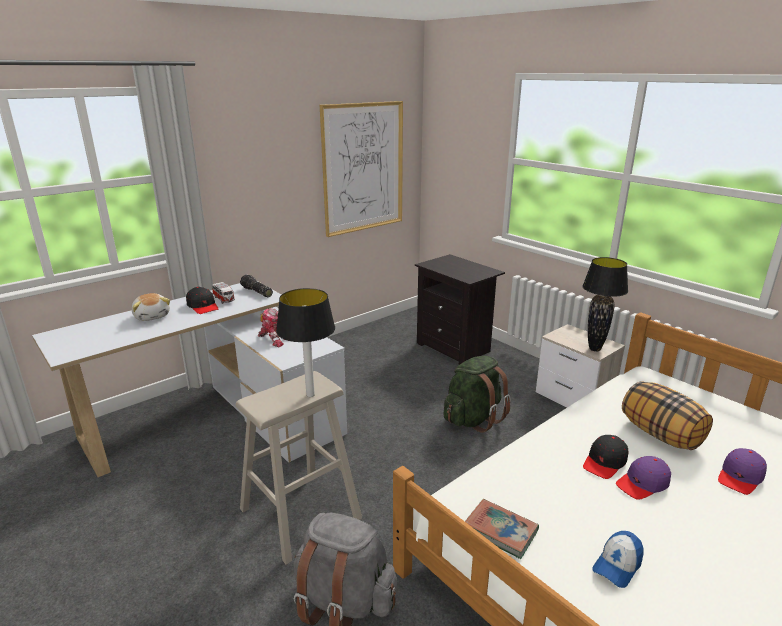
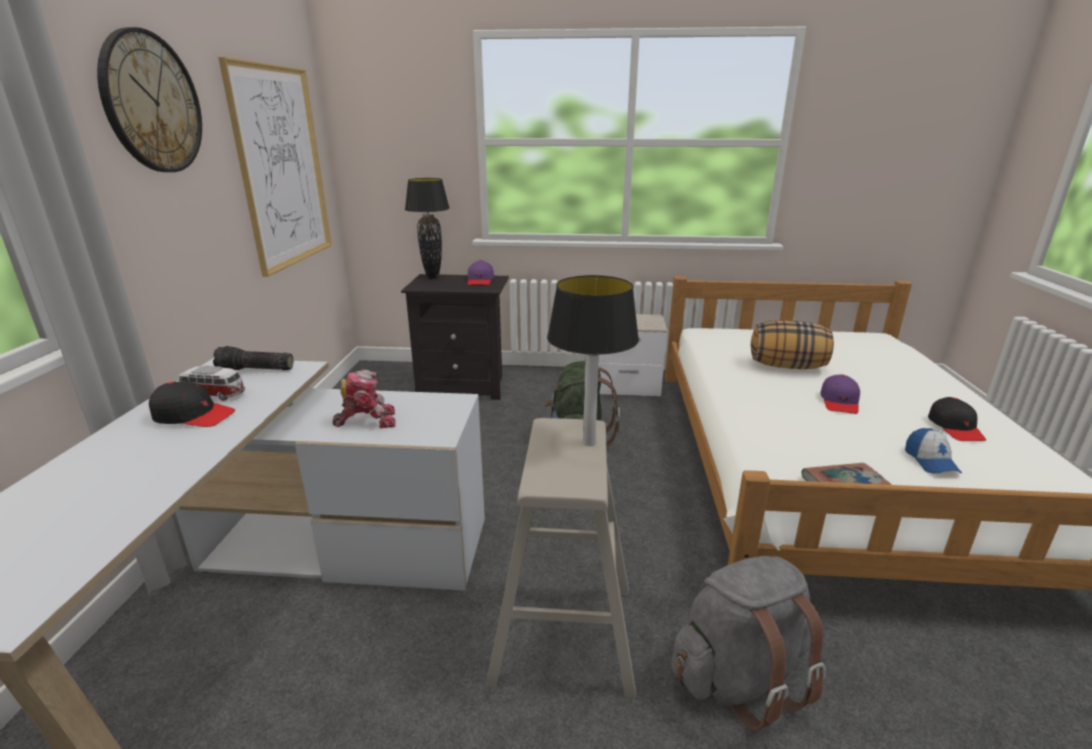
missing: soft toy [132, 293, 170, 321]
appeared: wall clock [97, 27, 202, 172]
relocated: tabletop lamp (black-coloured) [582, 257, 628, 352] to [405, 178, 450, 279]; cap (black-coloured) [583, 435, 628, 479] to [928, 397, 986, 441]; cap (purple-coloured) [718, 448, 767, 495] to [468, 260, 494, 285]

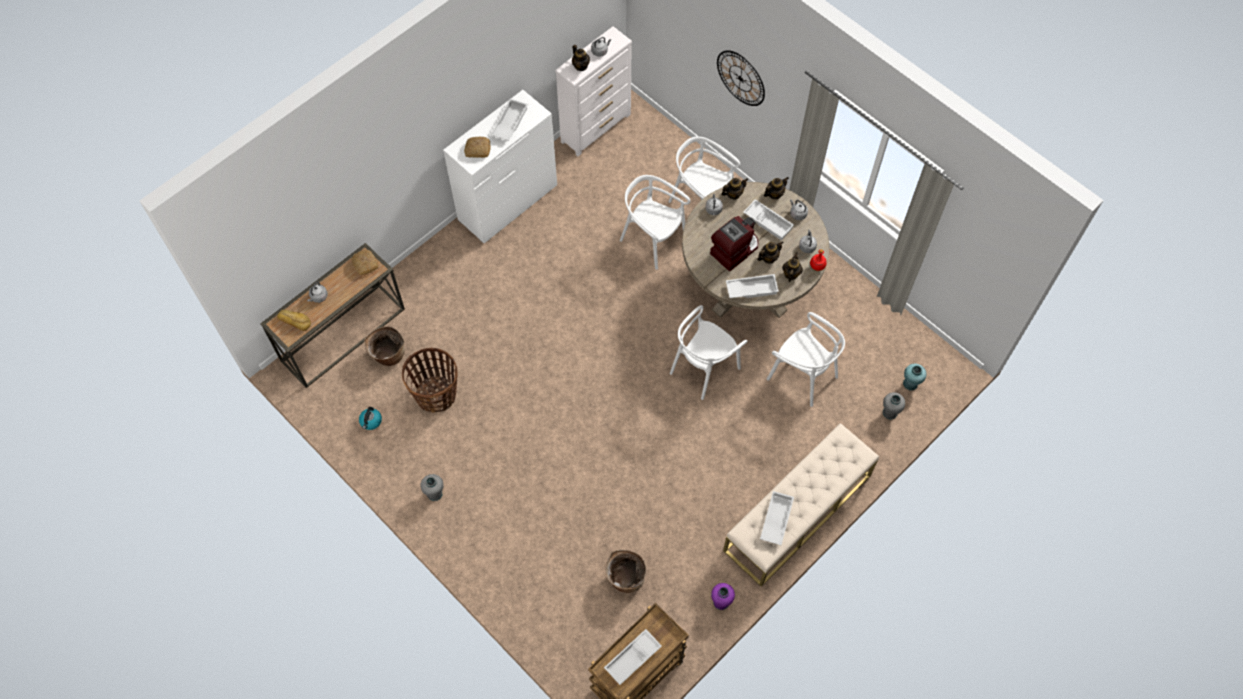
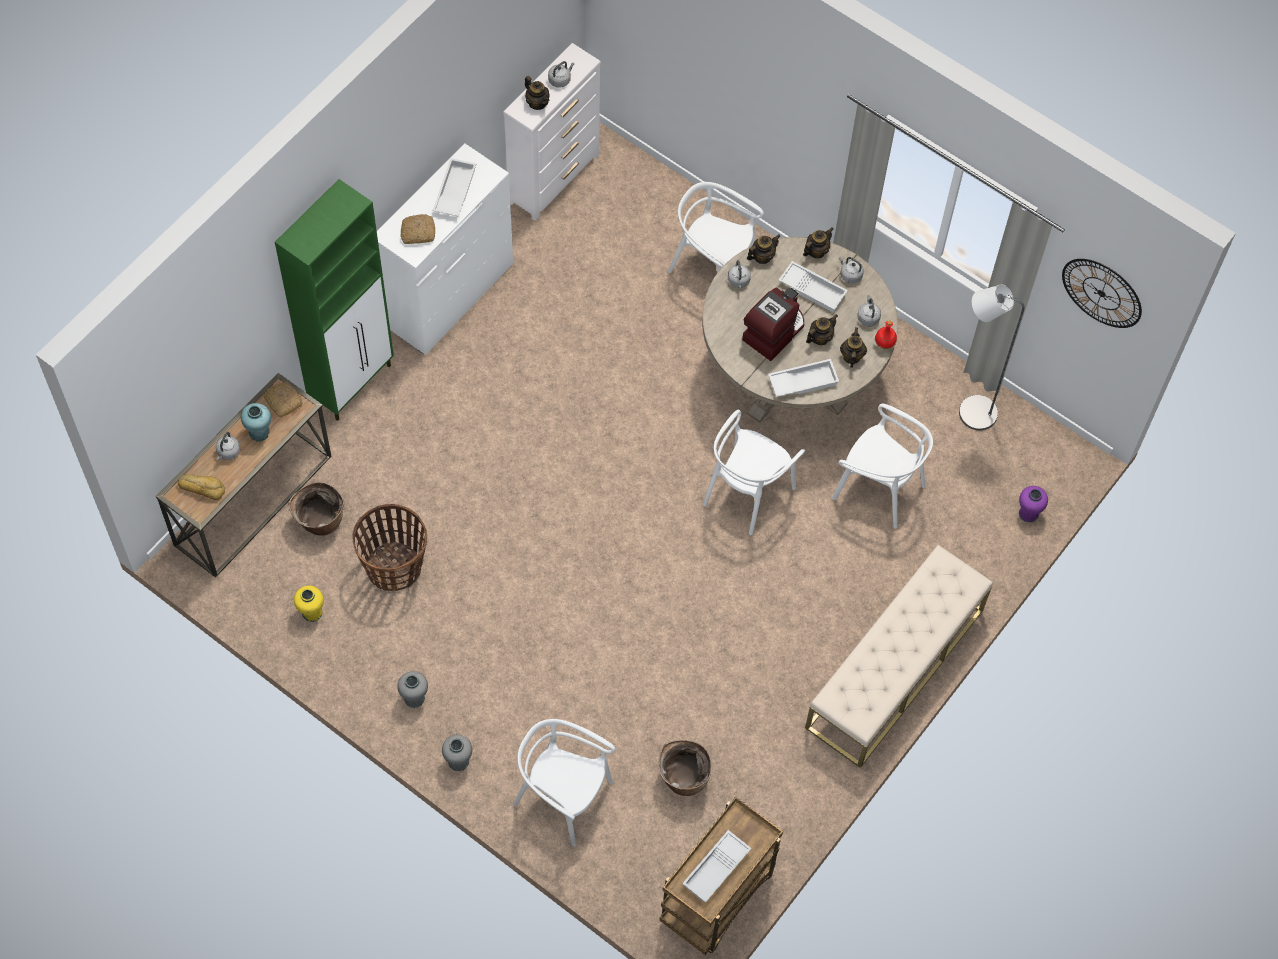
missing: tray (whitish) [760, 491, 794, 545]
appeared: cabinet (green-coloured) [275, 179, 394, 421]; standard lamp (grey) [959, 285, 1025, 430]
relocated: wall clock [717, 50, 765, 106] to [1062, 259, 1142, 328]; chair (whitish) [620, 175, 691, 270] to [513, 719, 616, 847]; decorative vase (turquoise-coloured) [903, 364, 927, 391] to [241, 403, 271, 442]; decorative vase (grey) [883, 392, 905, 420] to [442, 735, 472, 771]; decorative vase (purple-coloured) [711, 583, 735, 610] to [1019, 486, 1048, 522]
exchanged: water kettle [359, 407, 382, 430] to decorative vase (yellow) [294, 586, 324, 622]

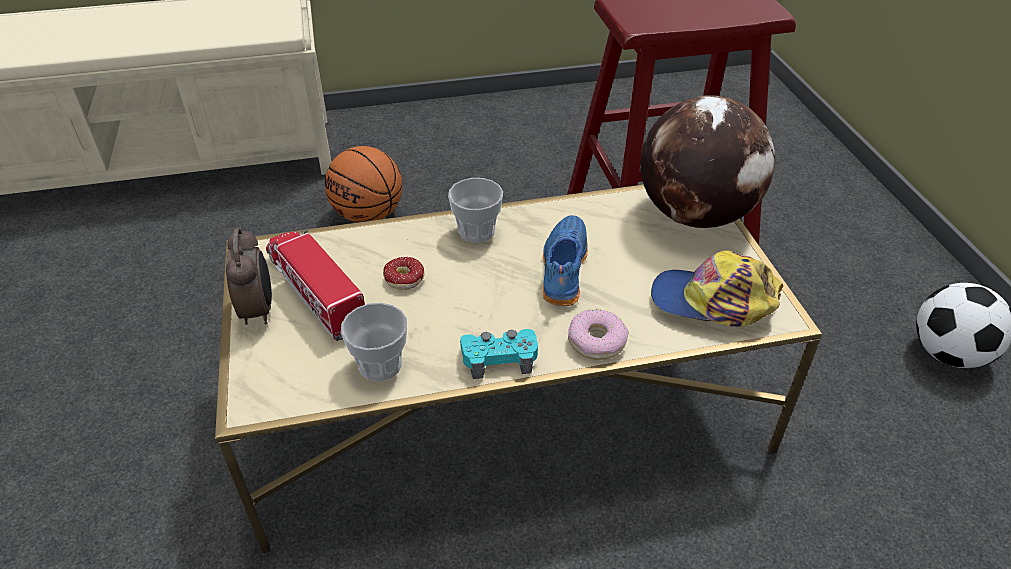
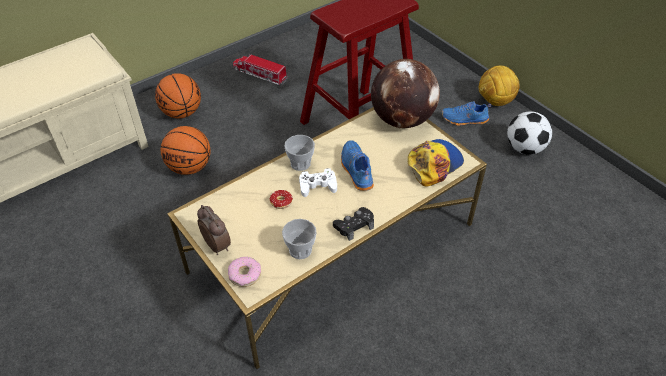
appeared: ball for football [479, 66, 520, 106]; basketball [155, 73, 201, 118]; low shoe (blue-coloured) [442, 101, 491, 126]; game controller (whitish) [299, 168, 337, 197]
relocated: toy lorry [266, 230, 365, 341] to [233, 54, 288, 85]; doughnut [568, 309, 629, 360] to [228, 257, 261, 287]
colour: game controller (turquoise-coloured) [460, 329, 538, 379] to game controller (black-coloured) [333, 207, 374, 241]
spun: cap [651, 250, 783, 327] = [408, 139, 464, 187] 150 degrees clockwise

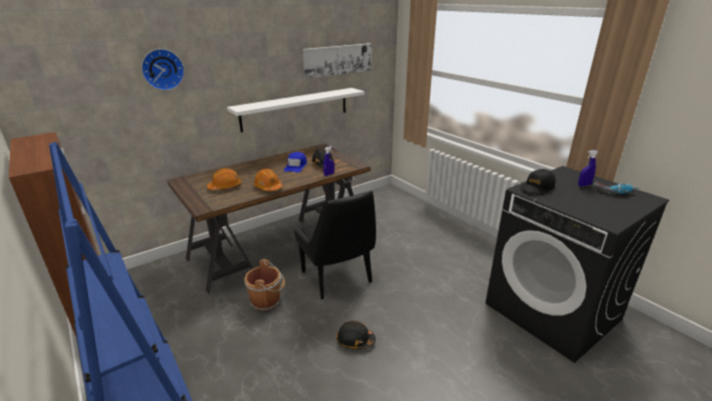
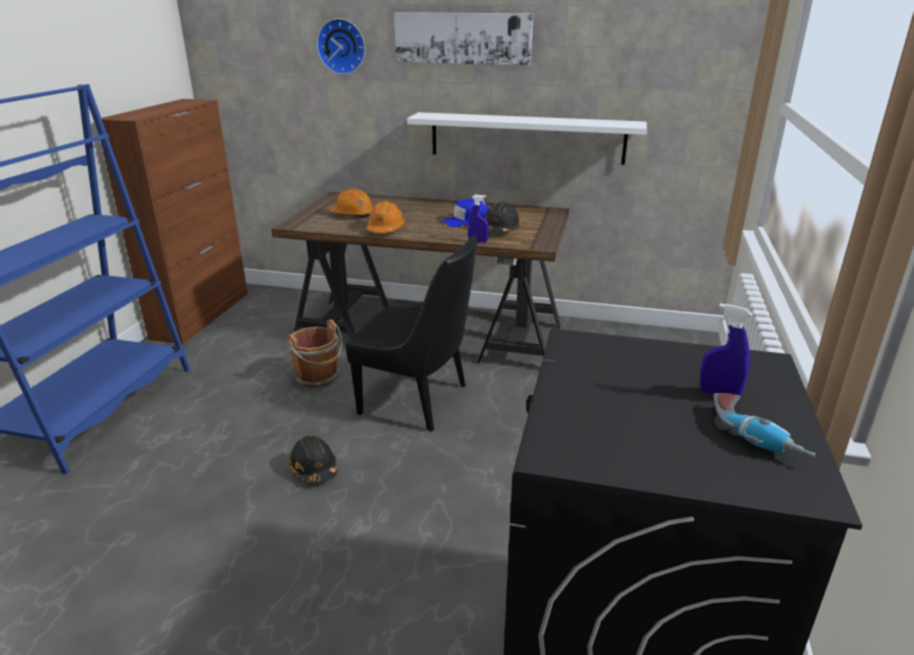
missing: cap (black-coloured) [520, 169, 556, 195]
relocated: wall art [303, 43, 372, 79] to [394, 12, 533, 66]
spun: chair (black-coloured) [294, 190, 376, 299] = [345, 236, 477, 432] 90 degrees counterclockwise

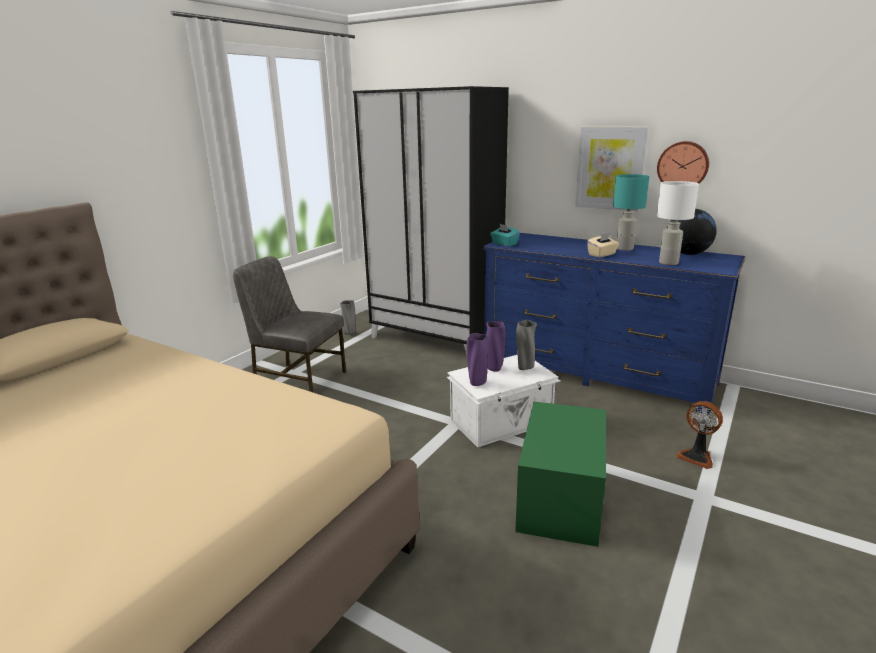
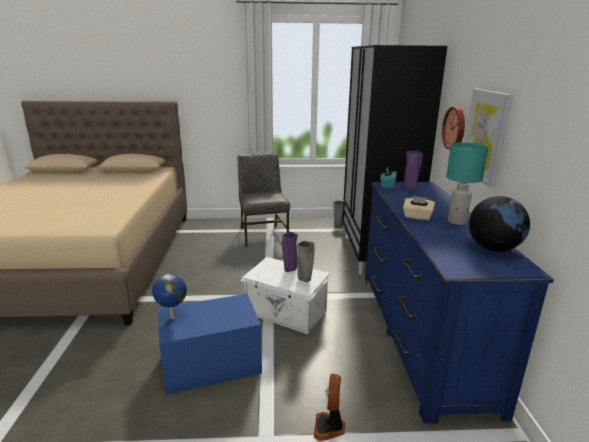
missing: tabletop lamp (whitish) [657, 181, 699, 265]
appeared: globe [152, 274, 187, 319]
relocated: wall clock [657, 141, 709, 184] to [442, 107, 465, 150]; decorative vase (purple-coloured) [467, 333, 488, 386] to [403, 151, 423, 191]
colour: storage container (green-coloured) [515, 401, 606, 547] to storage container (blue-coloured) [157, 294, 262, 395]

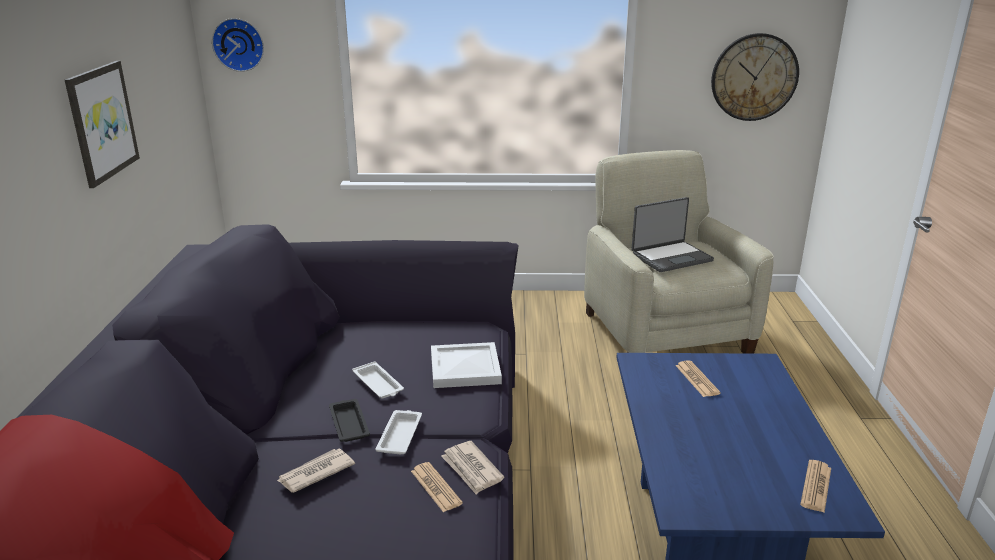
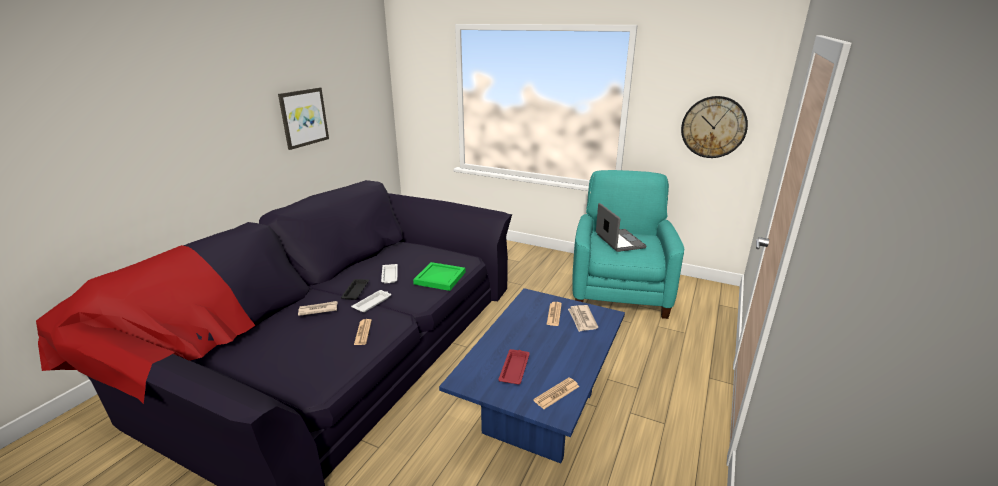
missing: wall clock [212, 18, 264, 72]
appeared: tray (red) [498, 349, 530, 384]
relocated: daily paper [441, 441, 504, 494] to [568, 305, 598, 332]
colour: easy chair (sand-coloured) [584, 150, 774, 354] to easy chair (turquoise-coloured) [572, 170, 684, 319]; tray (whitish) [431, 342, 502, 388] to tray (green-coloured) [413, 262, 466, 291]
spun: notebook computer [631, 197, 714, 272] = [596, 203, 646, 252] 105 degrees counterclockwise

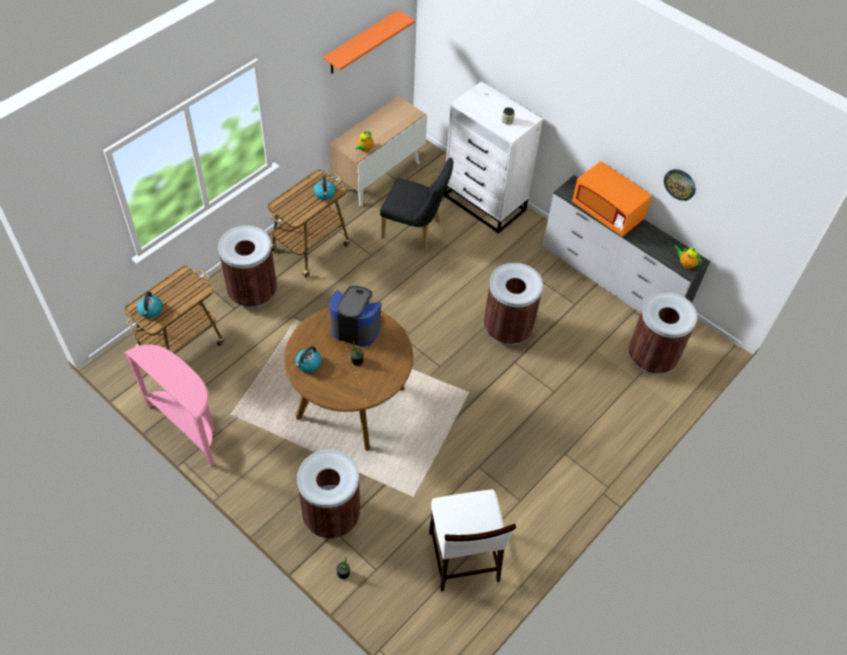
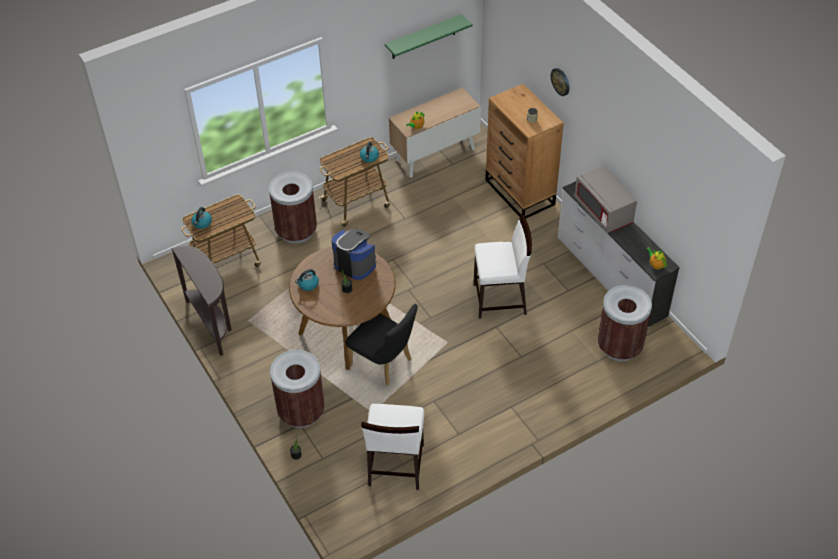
relocated: chair (black-coloured) [380, 157, 453, 249] to [346, 304, 418, 386]; wall clock [664, 169, 696, 201] to [551, 68, 569, 96]
exchanged: rubbish bin (brownish) [484, 263, 543, 346] to chair (whitish) [473, 215, 532, 319]
colour: wall shelf (orangey) [323, 10, 415, 74] to wall shelf (green-coloured) [385, 14, 473, 59]; dresser (whitish) [443, 81, 543, 234] to dresser (brownish) [485, 84, 564, 218]; kitchen microwave (orangey) [572, 161, 652, 237] to kitchen microwave (grey) [574, 166, 637, 233]; hall table (pinkish) [125, 345, 214, 467] to hall table (brownish) [171, 246, 232, 356]

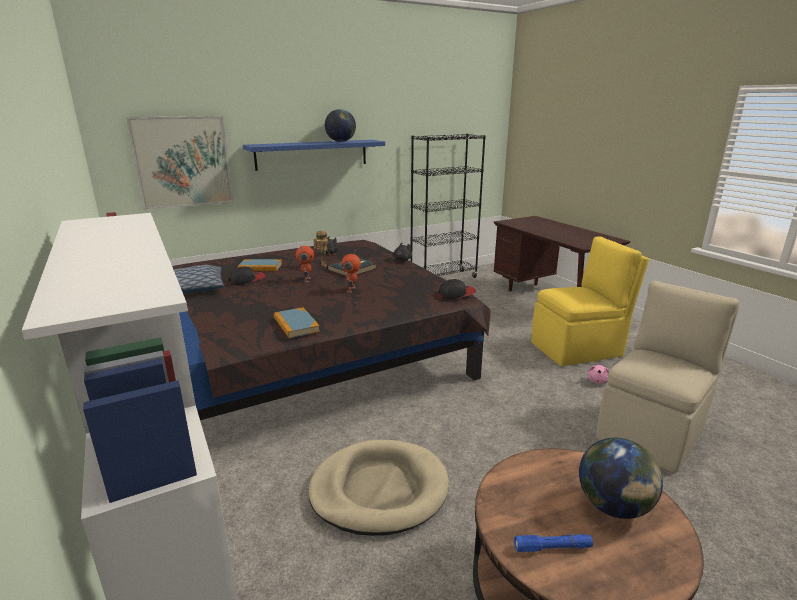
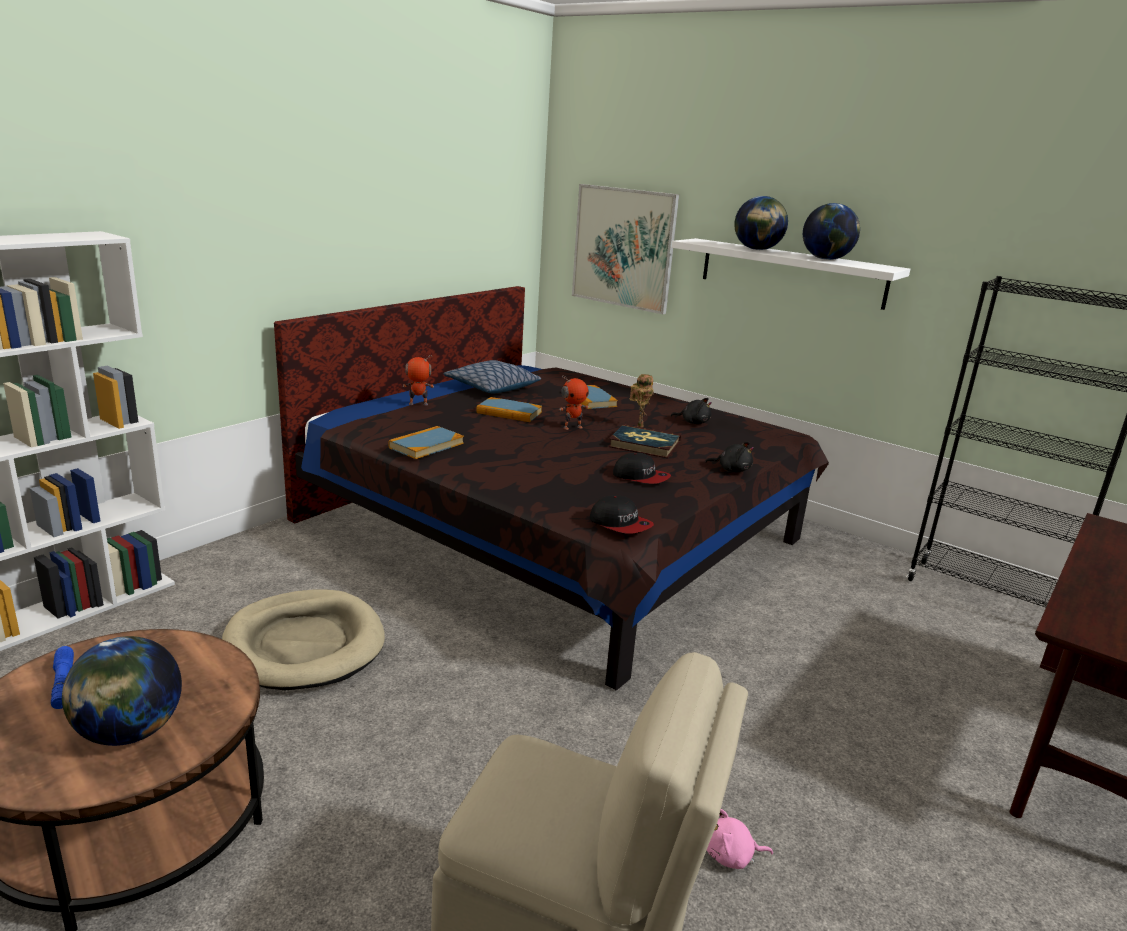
missing: chair (yellow) [531, 237, 649, 366]
appeared: globe [734, 196, 788, 250]; volume [476, 397, 542, 422]
relocated: robot figure [342, 249, 361, 293] to [403, 355, 434, 405]; cap [228, 266, 265, 285] to [613, 453, 671, 484]
colour: wall shelf (blue-coloured) [243, 140, 385, 171] to wall shelf (whitish) [672, 238, 910, 310]

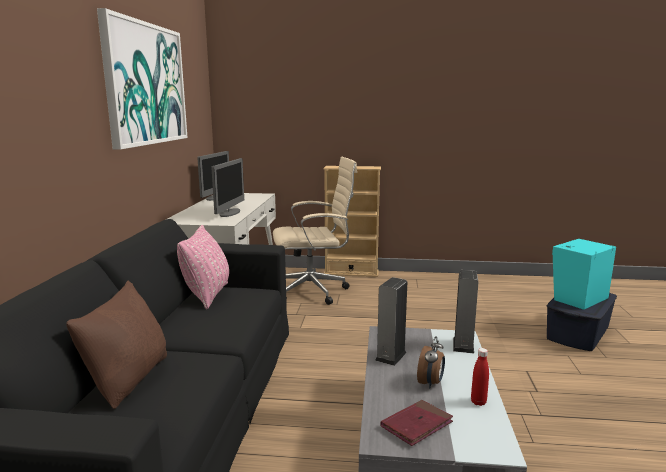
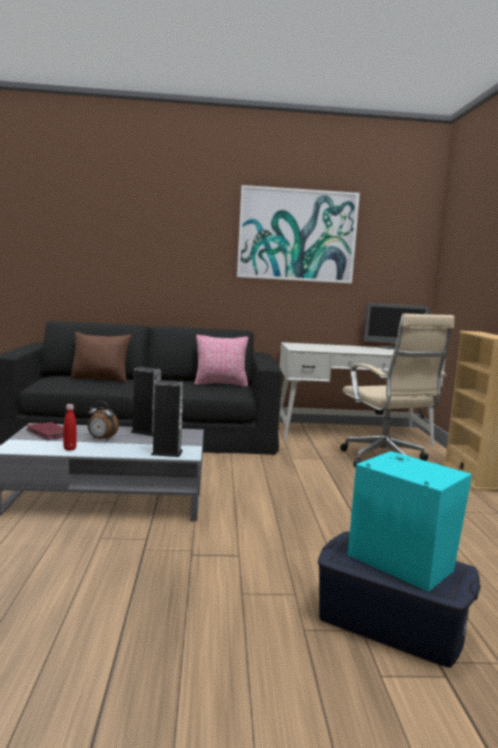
missing: monitor [211, 158, 244, 217]

